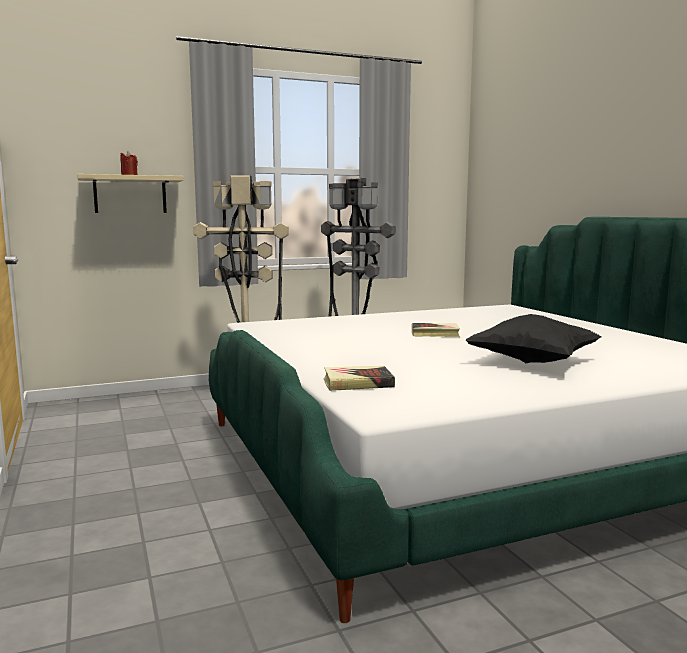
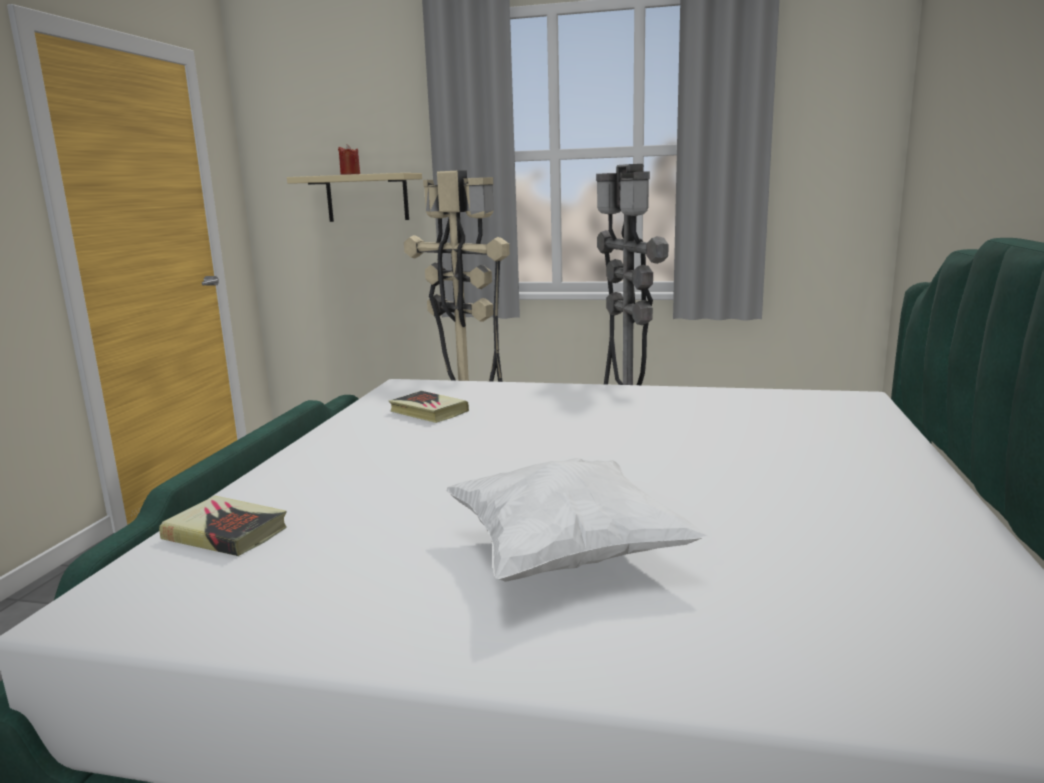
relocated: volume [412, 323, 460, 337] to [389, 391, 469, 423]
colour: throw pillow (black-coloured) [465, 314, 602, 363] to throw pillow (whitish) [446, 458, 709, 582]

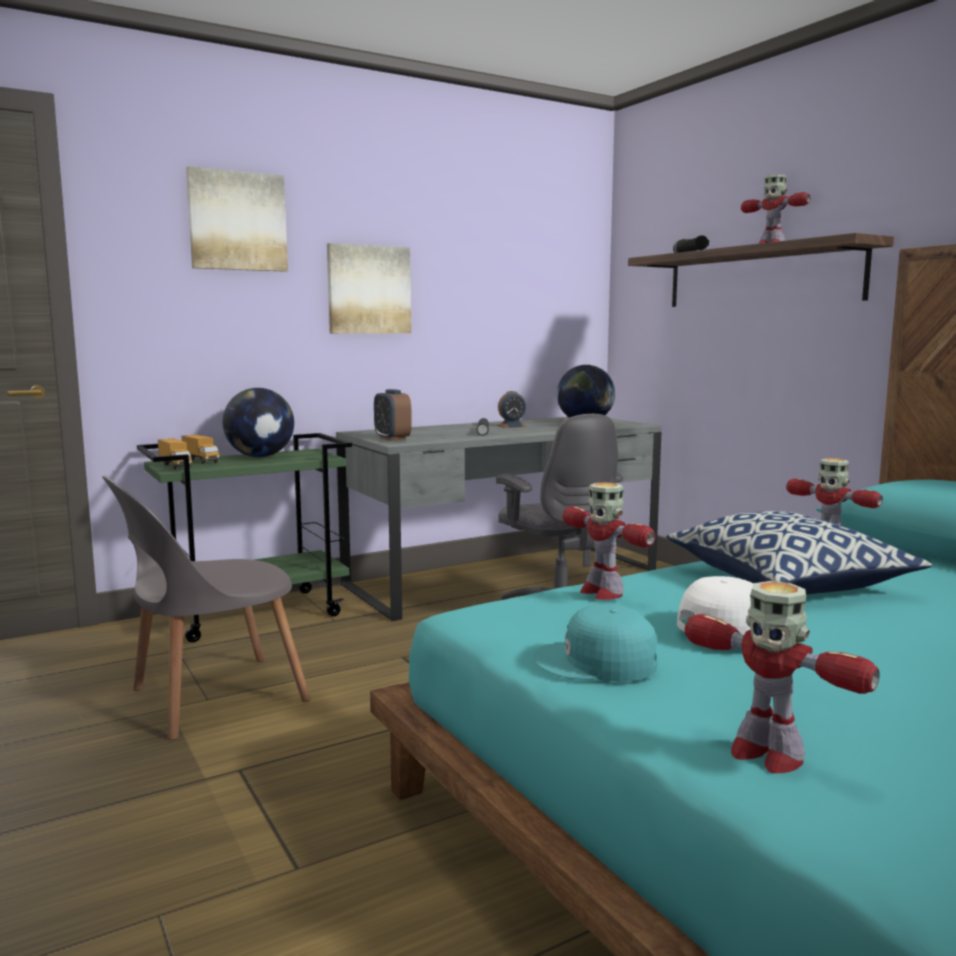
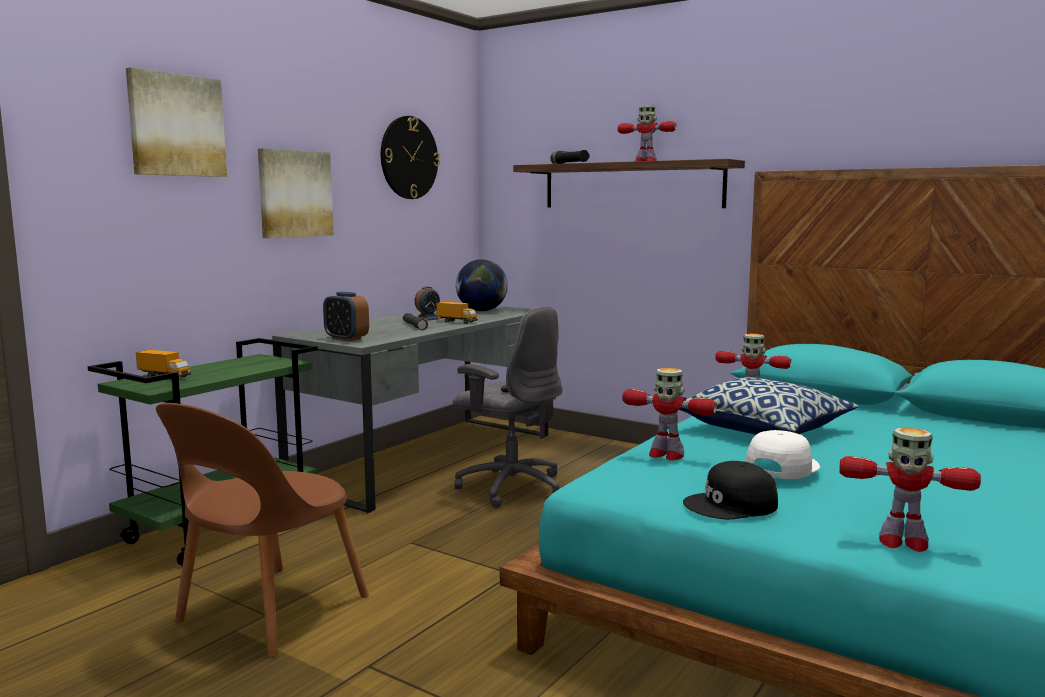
missing: globe [222, 388, 294, 457]
appeared: wall clock [381, 116, 440, 199]
relocated: toy lorry [158, 438, 192, 469] to [436, 302, 478, 324]
colour: chair (grey) [102, 475, 311, 740] to chair (brownish) [156, 403, 369, 657]; cap (turquoise-coloured) [533, 605, 657, 682] to cap (black-coloured) [683, 461, 778, 519]

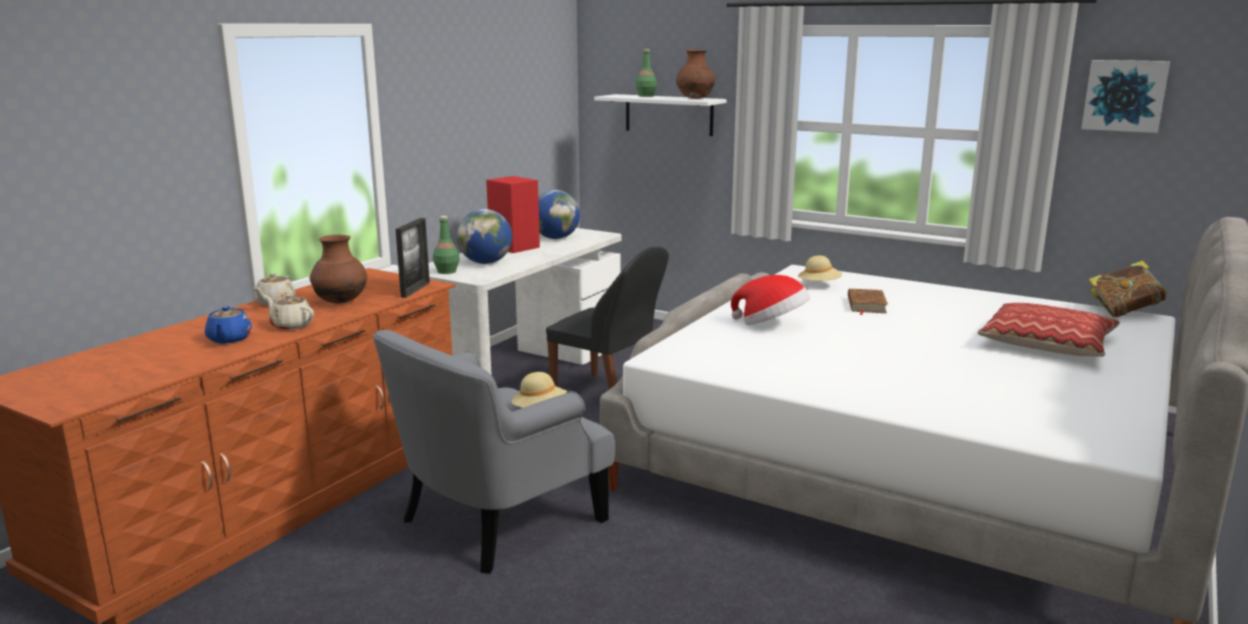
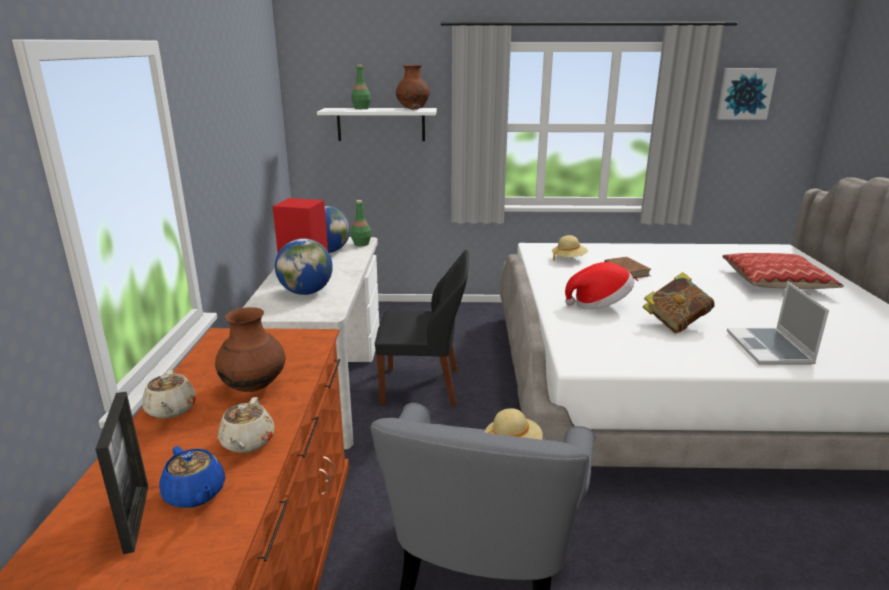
appeared: notebook computer [727, 281, 829, 364]
relocated: bottle (green-coloured) [433, 216, 460, 274] to [350, 200, 372, 246]; picture frame [396, 218, 430, 298] to [95, 392, 148, 554]; volume [1089, 261, 1169, 318] to [643, 272, 715, 333]
spun: teapot (sand-coloured) [264, 294, 314, 330] = [218, 397, 275, 453] 90 degrees counterclockwise

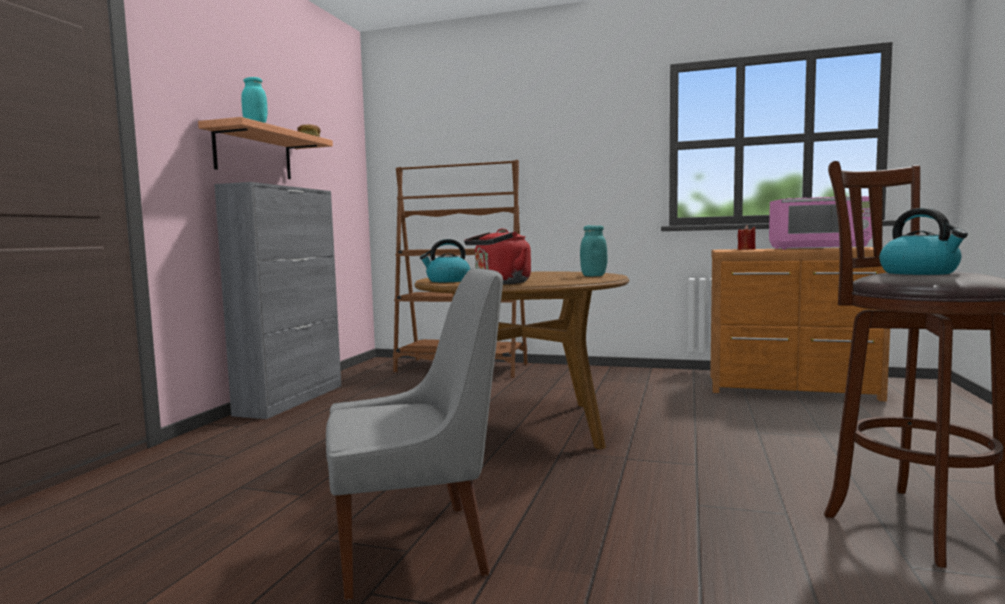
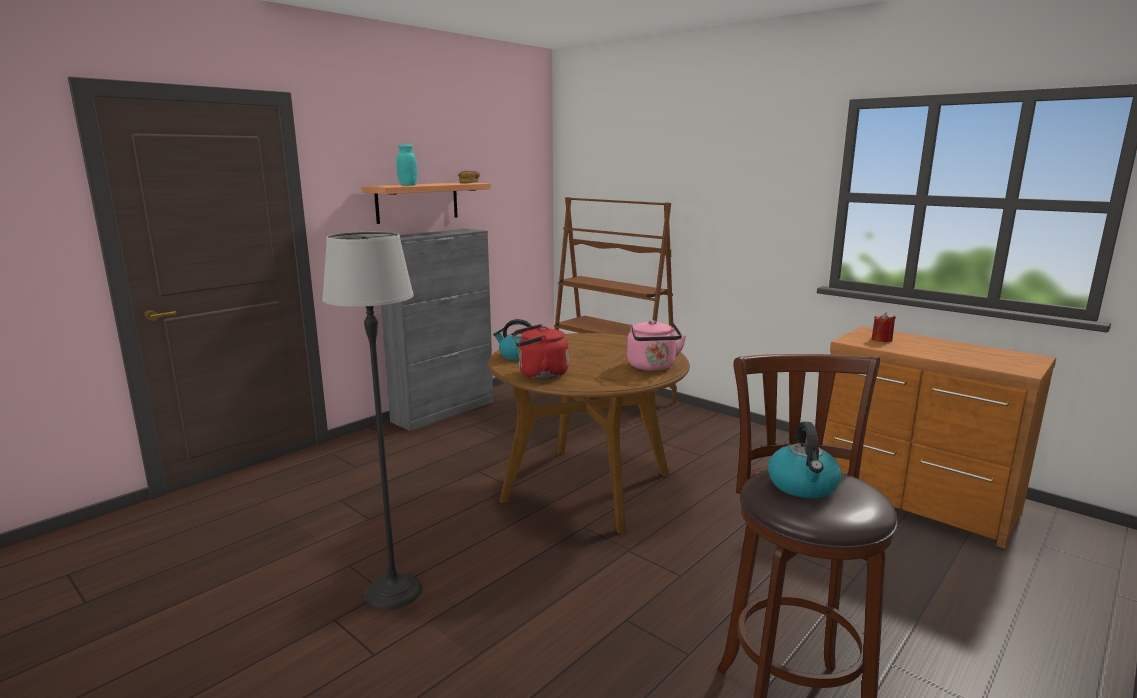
missing: kitchen microwave (pinkish) [769, 196, 872, 250]
exchanged: jar (turquoise-coloured) [580, 225, 607, 276] to water kettle (pinkish) [627, 320, 686, 371]; chair (grey) [326, 268, 503, 600] to standard lamp [322, 232, 422, 610]

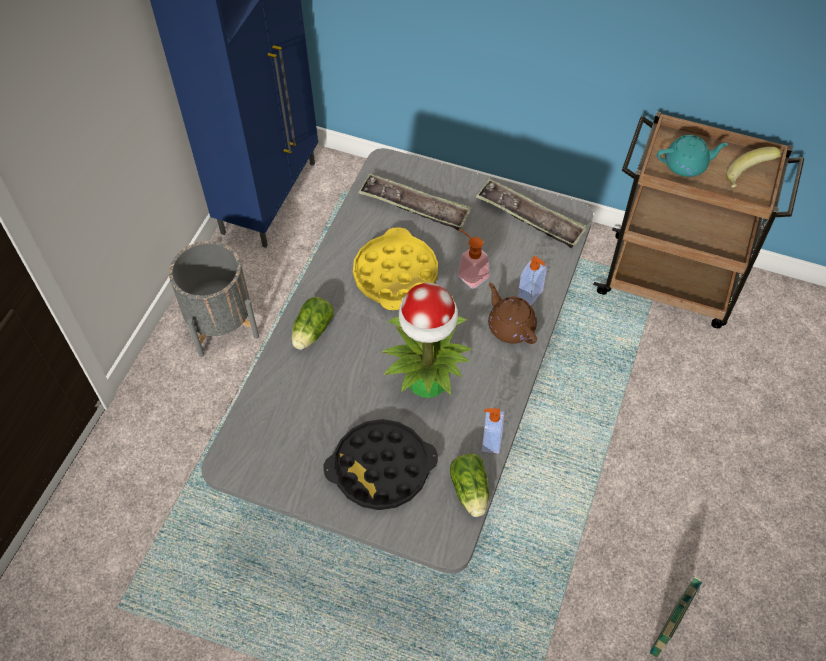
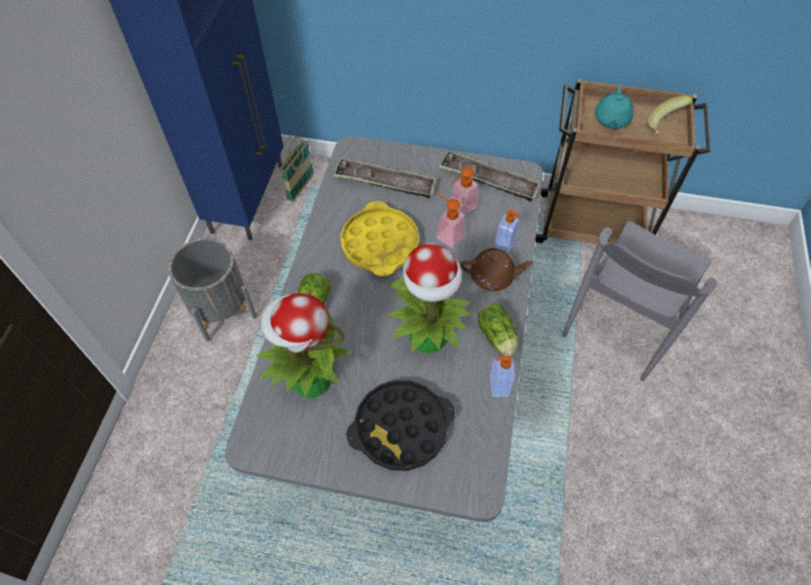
appeared: liquid soap bottle [451, 167, 478, 215]; chair (grey) [562, 221, 717, 381]; houseplant [256, 293, 351, 398]
relocated: lettuce head [450, 454, 489, 517] to [478, 303, 518, 356]; household basket [649, 576, 703, 658] to [280, 135, 314, 202]
spun: teapot (turquoise-coloured) [657, 135, 728, 177] = [595, 87, 634, 129] 120 degrees clockwise; teapot (brownish) [488, 283, 537, 344] = [460, 248, 534, 291] 135 degrees clockwise

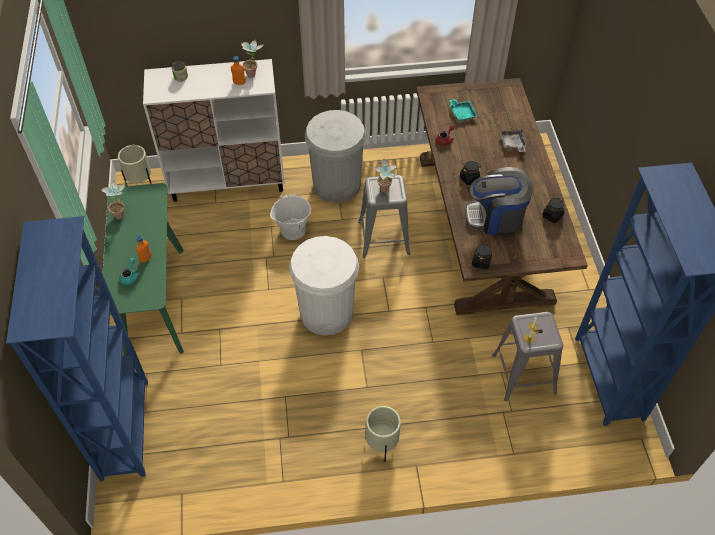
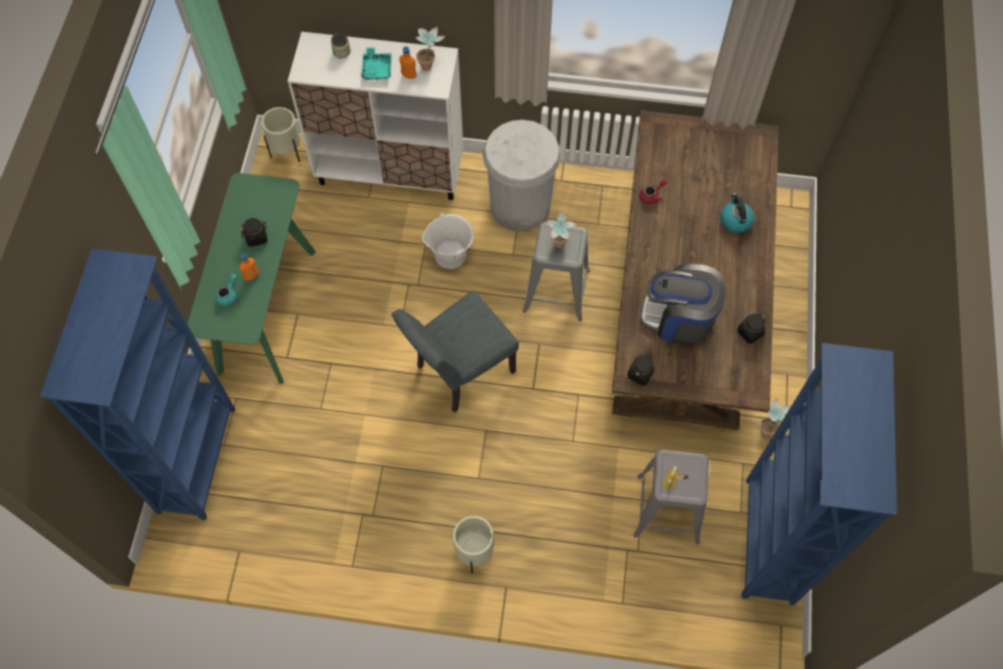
relocated: tray (turquoise-coloured) [449, 99, 477, 122] to [361, 47, 392, 80]; jar (black-coloured) [460, 161, 481, 185] to [240, 218, 268, 247]; houseplant [101, 181, 125, 219] to [760, 398, 790, 436]
exchanged: tray (grey) [500, 129, 526, 152] to water kettle [720, 193, 755, 233]; rubbish bin (whitish) [289, 236, 359, 335] to chair (grey) [391, 291, 519, 413]

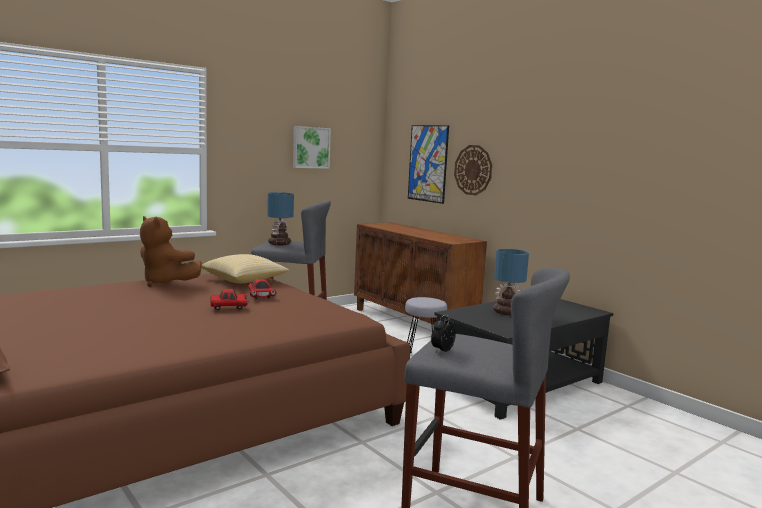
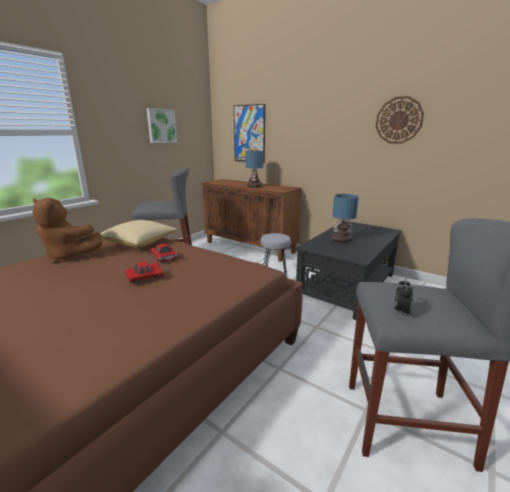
relocated: wall clock [454, 145, 492, 195] to [376, 96, 424, 144]; tabletop lamp [267, 192, 294, 245] to [246, 151, 264, 188]

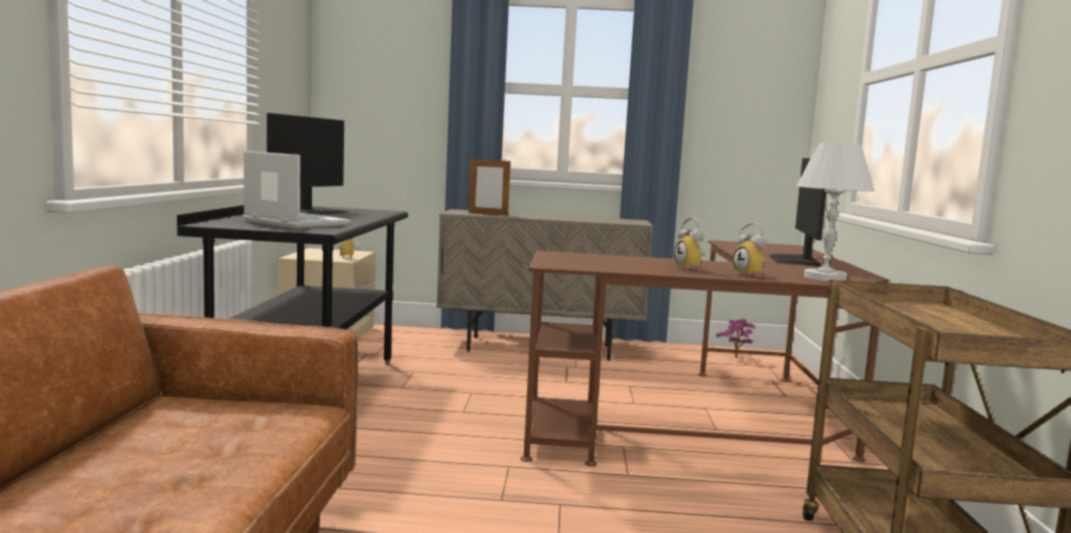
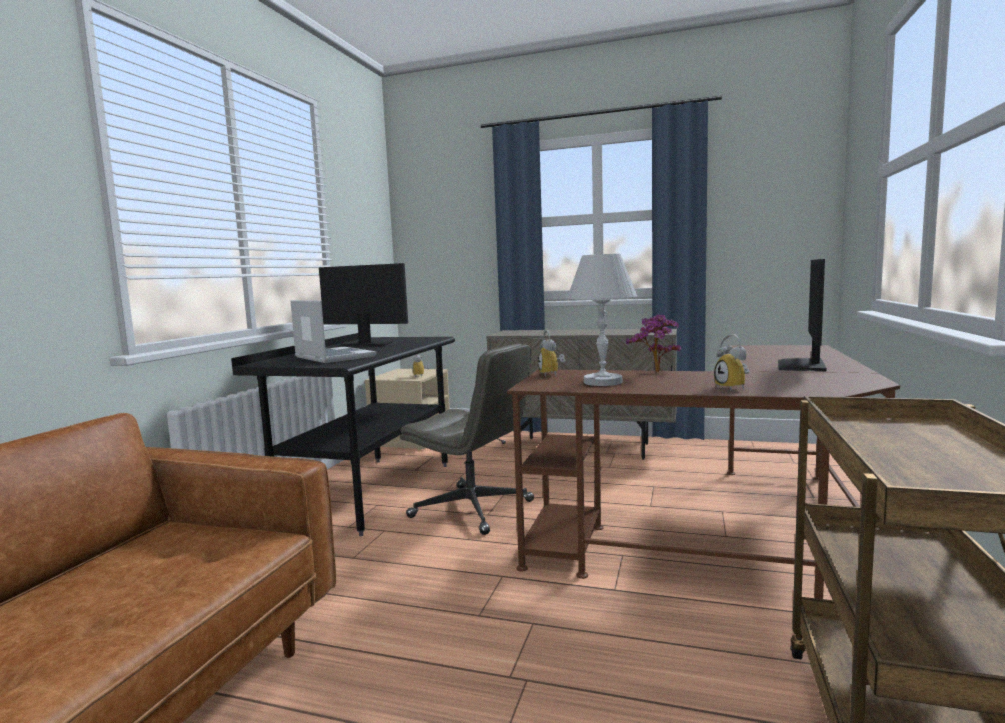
missing: picture frame [468, 157, 511, 216]
appeared: office chair (grey) [400, 344, 534, 535]
relocated: tabletop lamp (whitish) [797, 143, 875, 281] to [567, 254, 637, 386]; bedside clock [674, 217, 706, 271] to [538, 330, 566, 376]; houseplant [716, 319, 755, 358] to [626, 314, 681, 372]
spun: monitor [267, 113, 348, 215] = [319, 263, 408, 346] 105 degrees counterclockwise

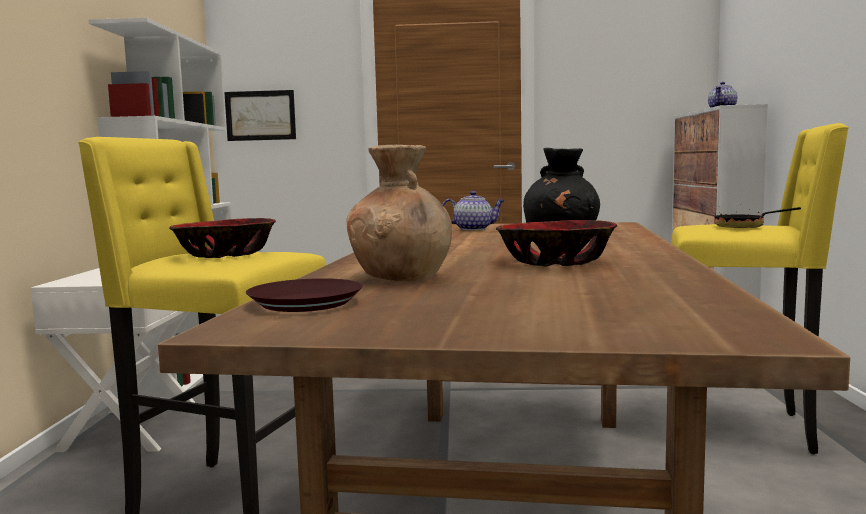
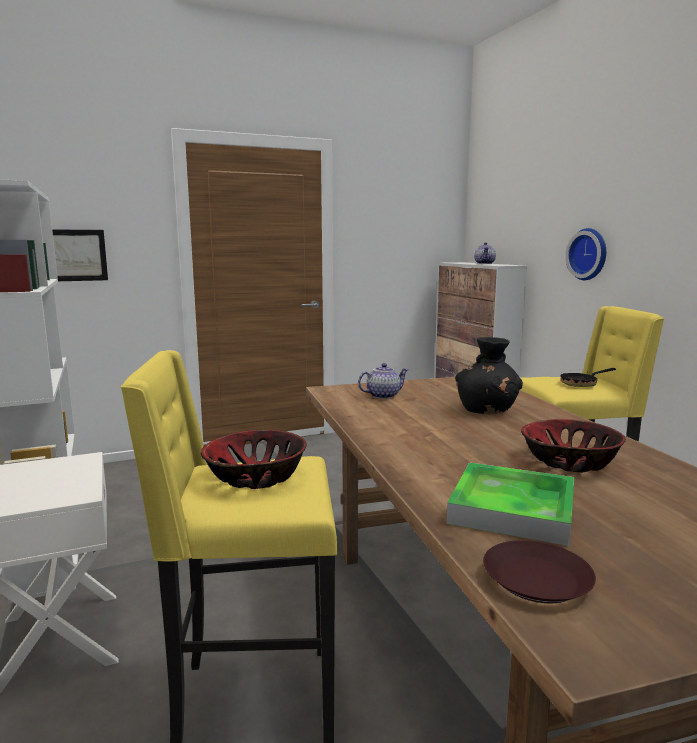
appeared: wall clock [565, 228, 606, 280]
exchanged: decorative vase (brownish) [346, 145, 452, 282] to tray [446, 462, 574, 546]

